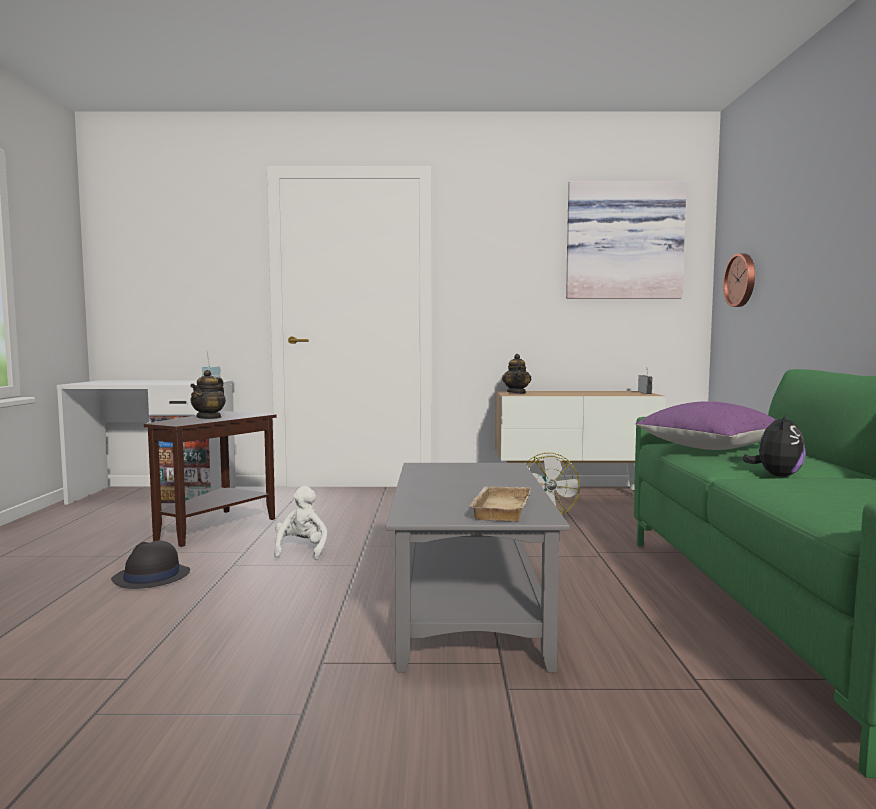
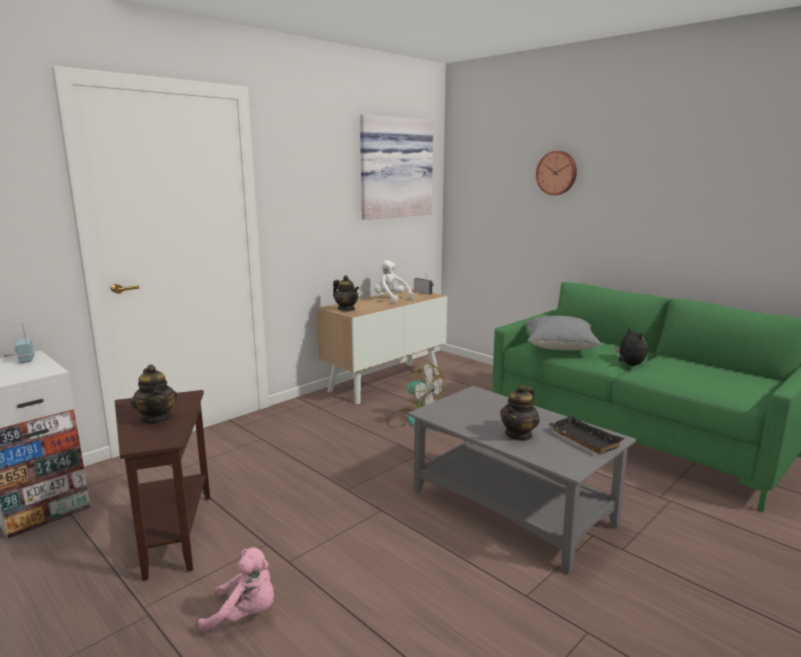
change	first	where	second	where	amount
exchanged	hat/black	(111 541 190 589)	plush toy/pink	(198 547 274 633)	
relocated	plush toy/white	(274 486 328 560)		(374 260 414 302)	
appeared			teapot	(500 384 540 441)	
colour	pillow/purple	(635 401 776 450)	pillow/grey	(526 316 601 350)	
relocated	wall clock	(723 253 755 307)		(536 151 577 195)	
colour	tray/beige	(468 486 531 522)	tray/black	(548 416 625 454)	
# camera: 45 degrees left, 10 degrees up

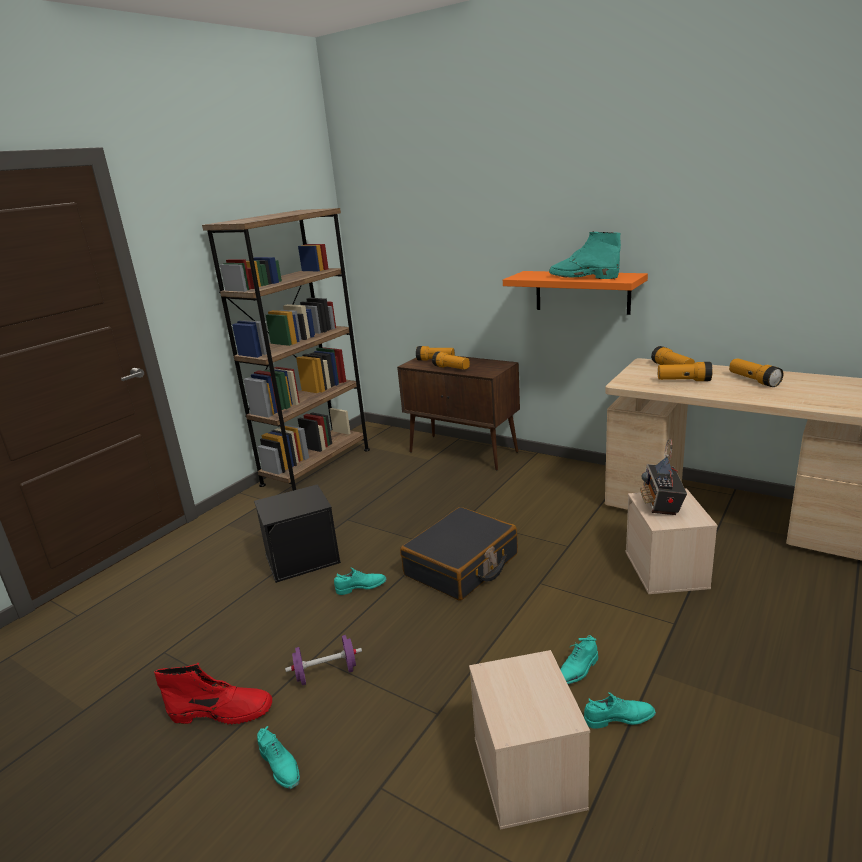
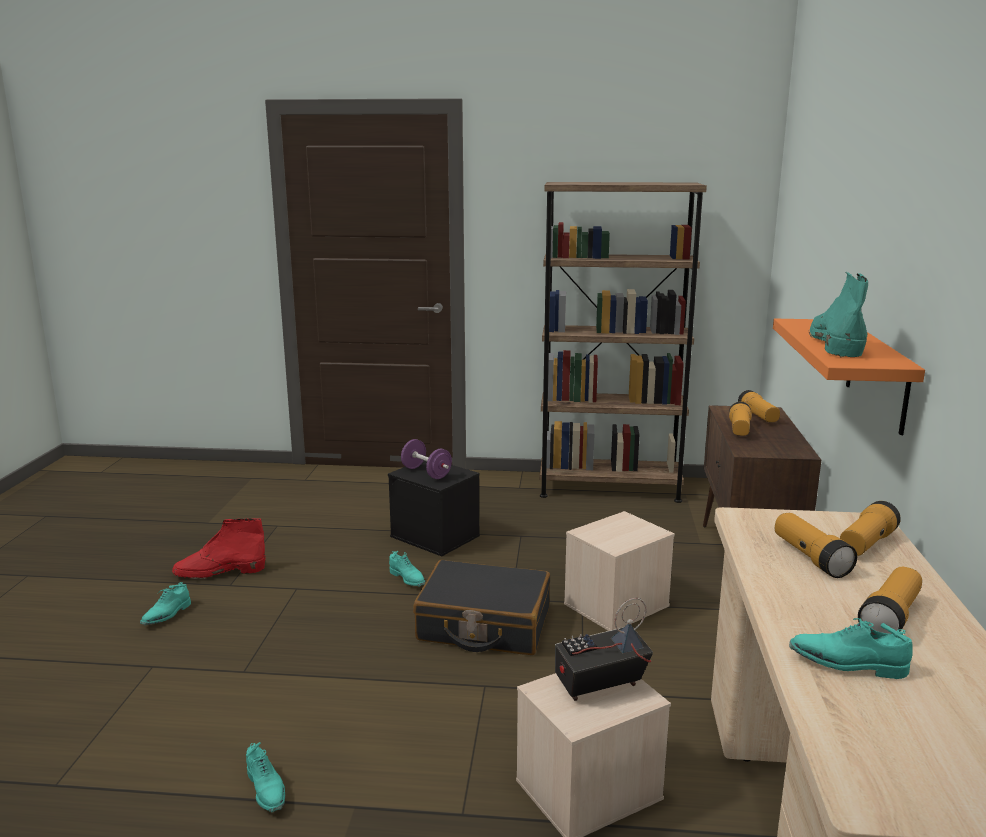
change	first	where	second	where	amount
spun	boot/red	(154 663 272 724)		(172 518 265 579)	105 degrees clockwise
relocated	dumbbell/purple	(285 635 362 685)		(401 439 452 479)	
relocated	storage box/beige	(469 650 590 830)		(564 511 675 631)	
relocated	shoe/turquoise	(560 635 598 684)		(789 618 913 679)	
# camera: 60 degrees right, 5 degrees down

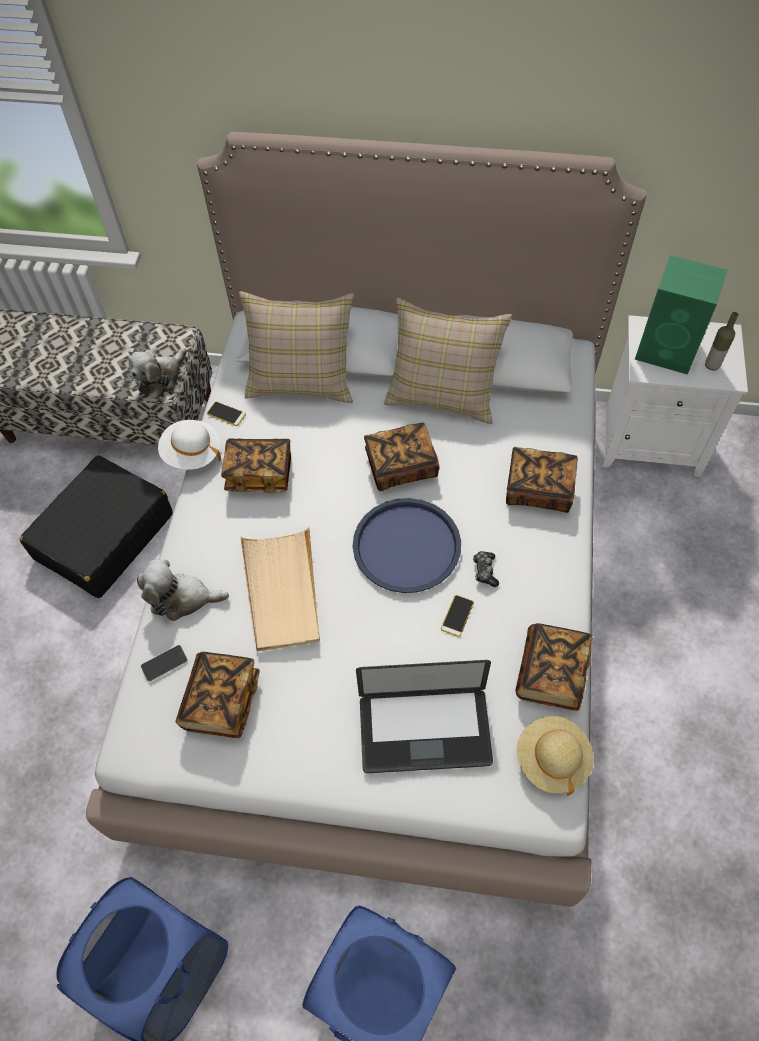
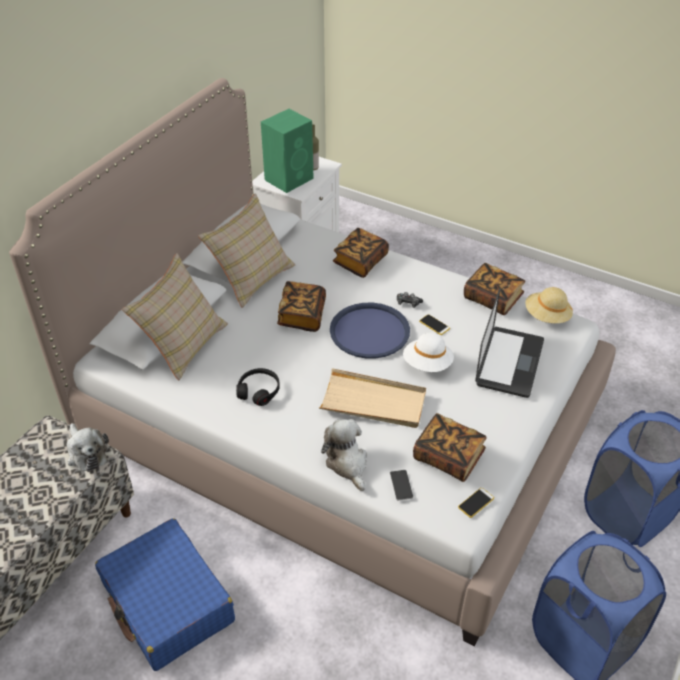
change	first	where	second	where	amount
colour	suitcase/black	(19 455 173 598)	suitcase/blue	(95 518 235 671)	
exchanged	book	(221 439 291 493)	headphones/black	(236 368 280 406)	
spun	plush toy	(137 559 229 621)		(321 419 367 491)	135 degrees clockwise
relocated	hat/white	(158 420 221 470)		(403 332 454 372)	
relocated	phone	(207 402 246 426)		(458 488 494 518)	
# camera: 70 degrees left, 15 degrees down

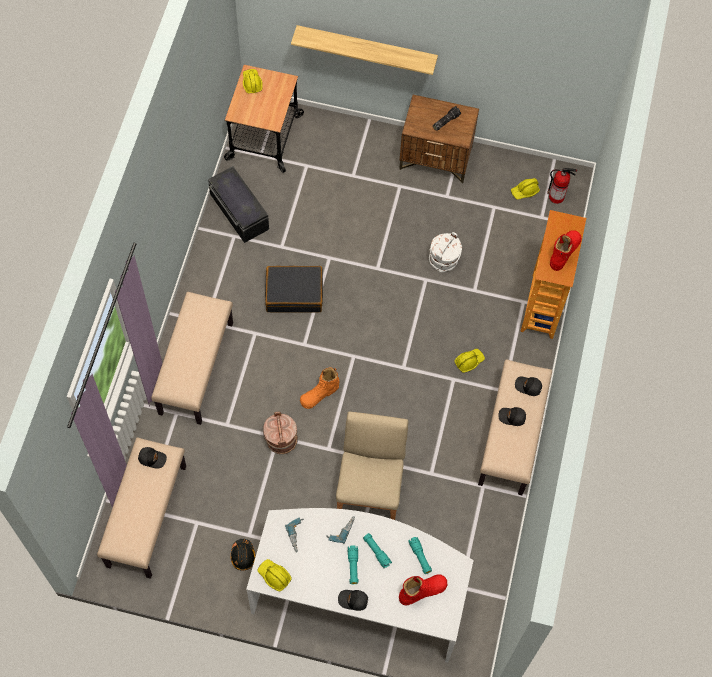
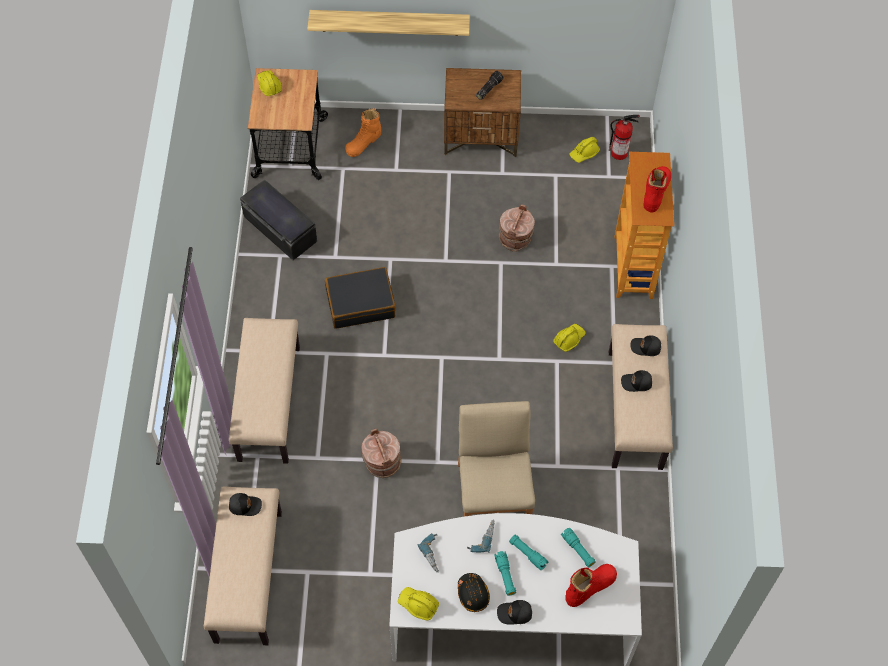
change	first	where	second	where	amount
relocated	boot/orange	(300 368 339 409)		(345 108 381 157)	
relocated	hard hat/black	(231 539 255 571)		(458 573 490 612)	
colour	bucket/white	(429 232 462 272)	bucket/brown	(499 204 535 252)	
# camera: 10 degrees left, 5 degrees down

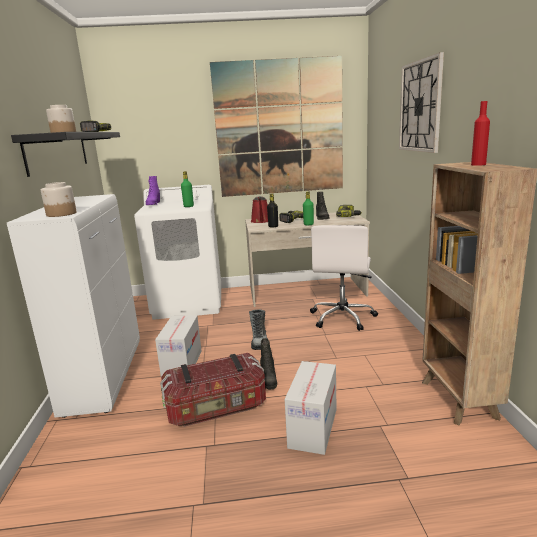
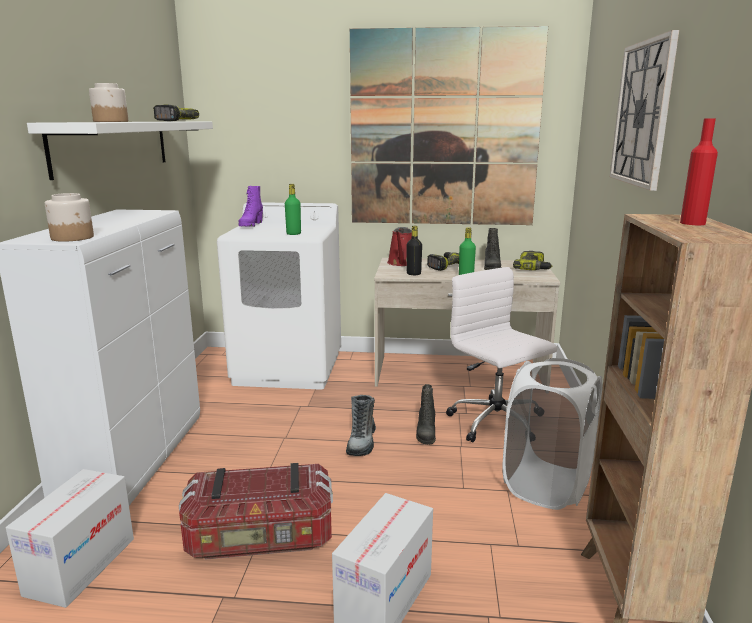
change	first	where	second	where	amount
relocated	cardboard box	(155 315 202 376)		(6 469 134 608)	
colour	shelf/black	(11 132 120 177)	shelf/white	(27 122 213 180)	
relocated	boot/black	(260 338 277 390)		(416 384 436 445)	
spun	office chair/white	(310 225 378 331)		(446 267 557 442)	120 degrees clockwise
appeared			laundry basket/white	(502 358 602 510)	
# camera: 10 degrees right, 0 degrees up

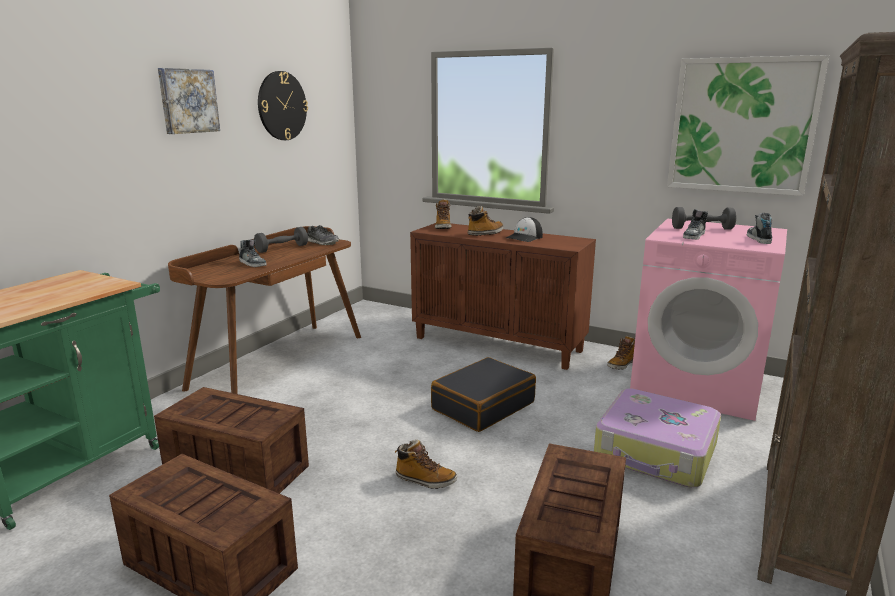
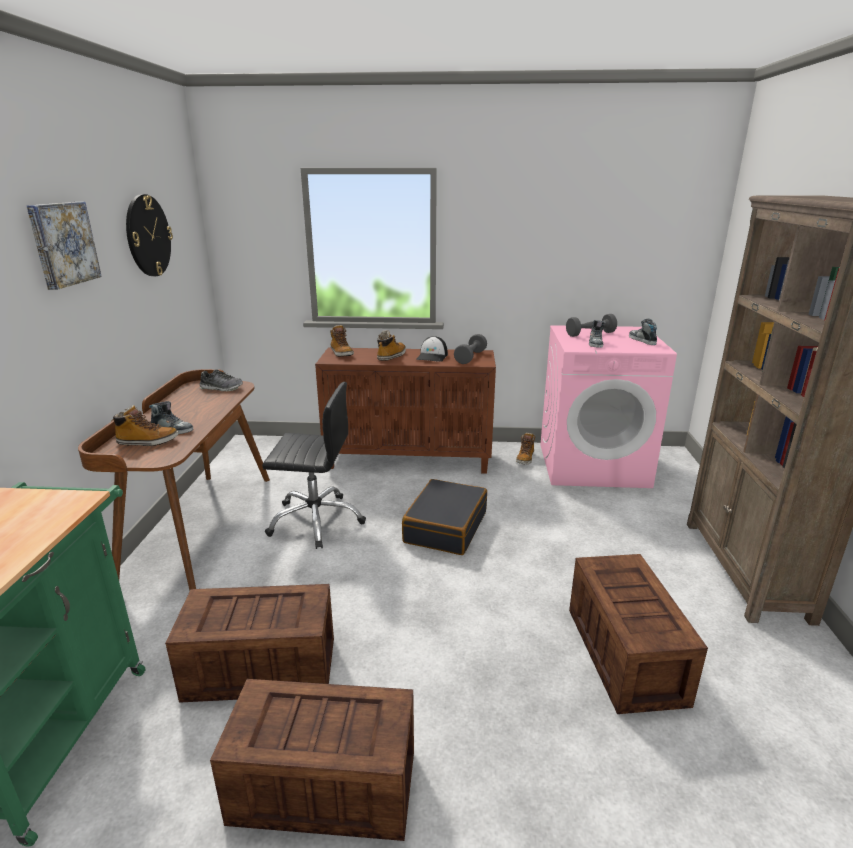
change	first	where	second	where	amount
relocated	boot	(395 440 457 489)		(111 405 179 446)	
appeared			office chair/black	(262 382 366 549)	
relocated	dumbbell/grey	(254 227 308 253)		(454 334 487 364)	
missing	suitcase	(594 388 721 487)			
missing	picture	(667 55 829 196)			
# camera: 25 degrees left, 5 degrees up

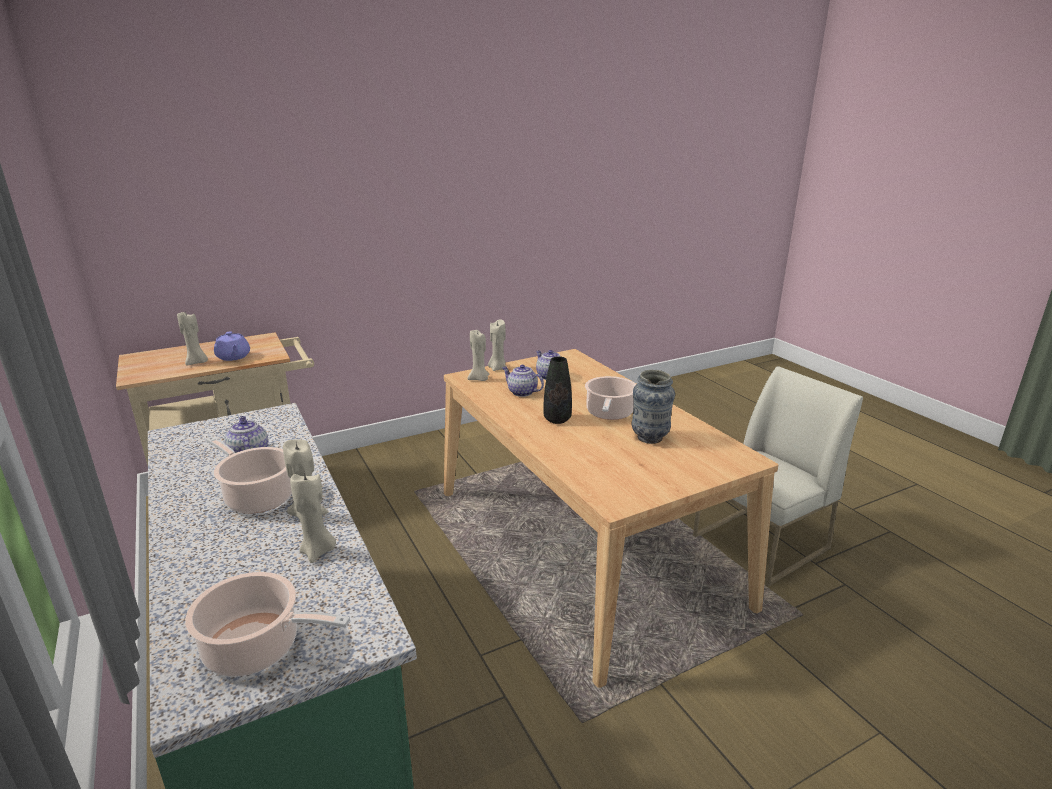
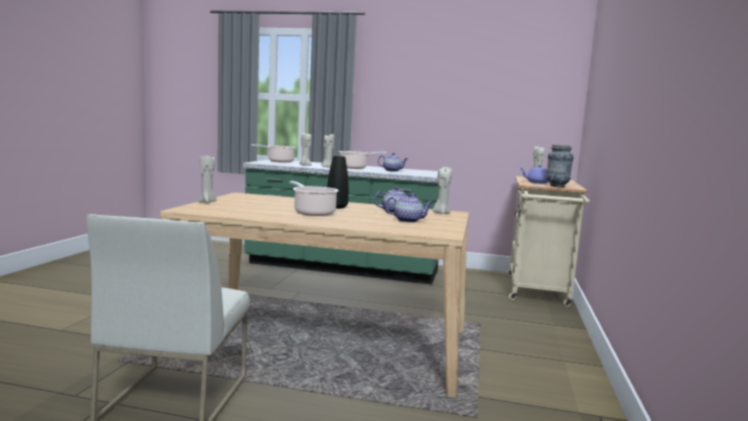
change	first	where	second	where	amount
relocated	candle/beige	(488 319 506 371)		(198 156 217 203)	
relocated	vase	(632 370 675 444)		(546 145 574 187)	
# camera: 130 degrees right, 15 degrees down

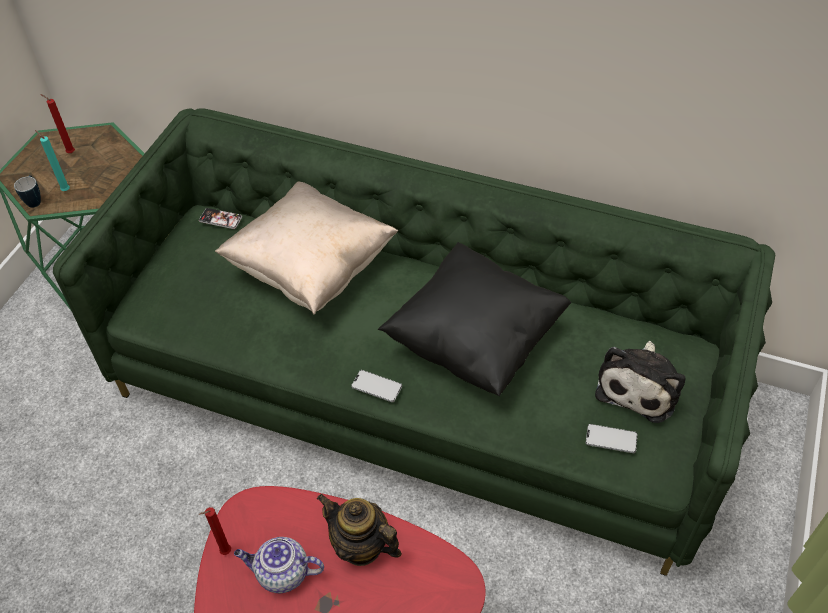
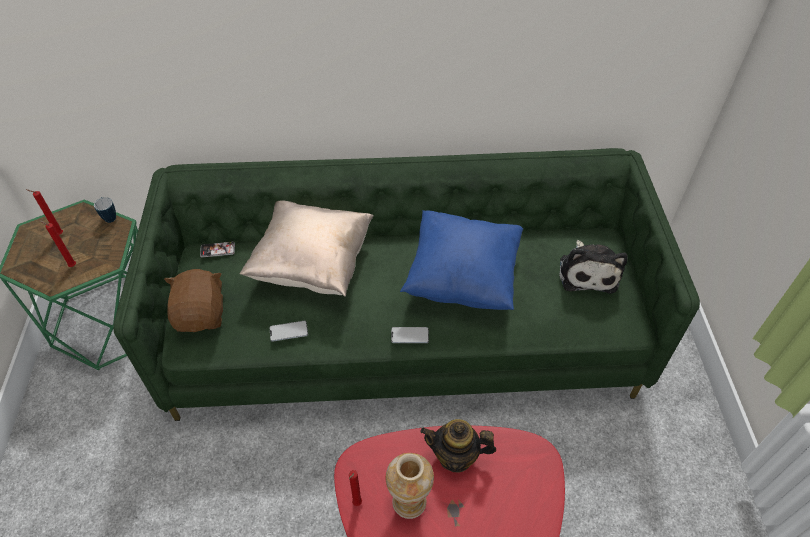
change	first	where	second	where	amount
colour	candle/turquoise	(35 130 70 191)	candle/red	(39 220 76 267)	
relocated	mug	(14 175 41 208)		(94 197 116 223)	
appeared			plush toy/brown	(164 269 223 332)	
relocated	phone	(586 424 637 453)		(269 320 308 342)	
exchanged	teapot	(234 537 324 593)	vase	(386 453 434 519)	
colour	pillow/black	(378 242 572 396)	pillow/blue	(400 210 523 310)	
# camera: 25 degrees left, 0 degrees up

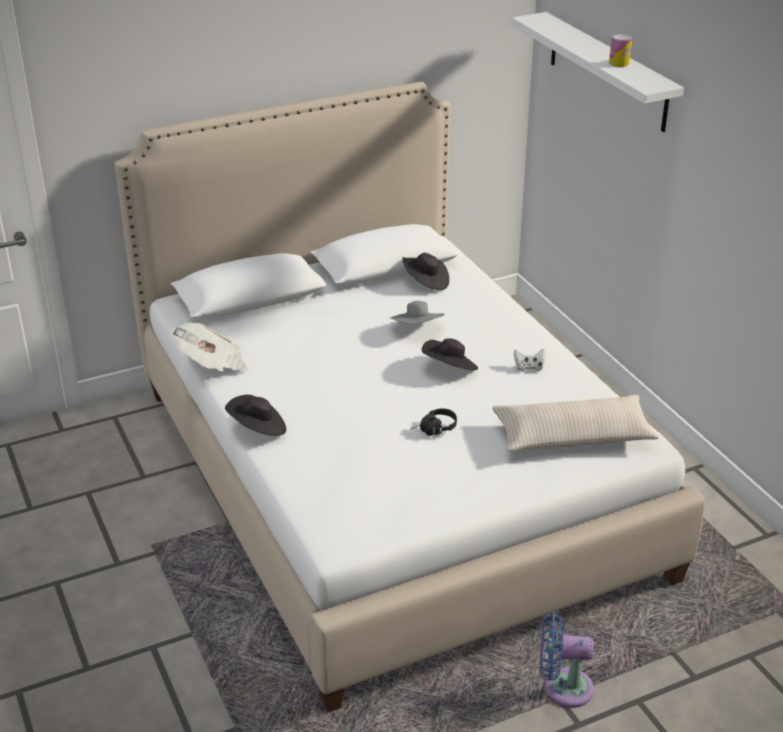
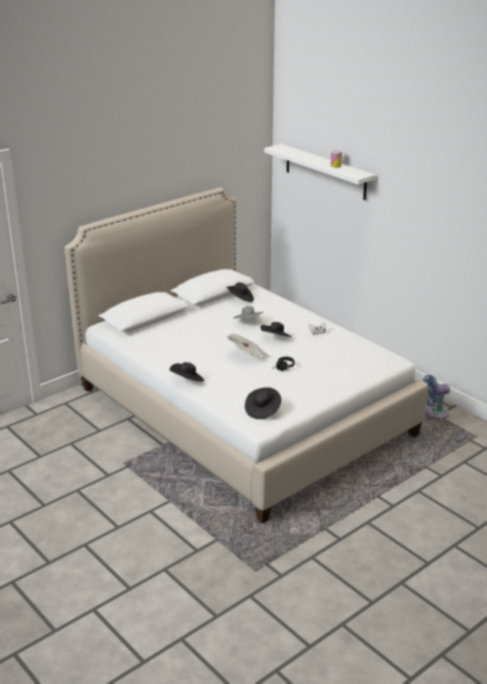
change	first	where	second	where	amount
relocated	newspaper	(171 323 247 372)		(227 334 270 357)	
appeared			hat/black	(245 387 281 419)	
relocated	fan/blue	(540 611 594 708)		(422 375 450 419)	
missing	pillow/beige	(492 395 659 452)			
# camera: 15 degrees left, 5 degrees down

